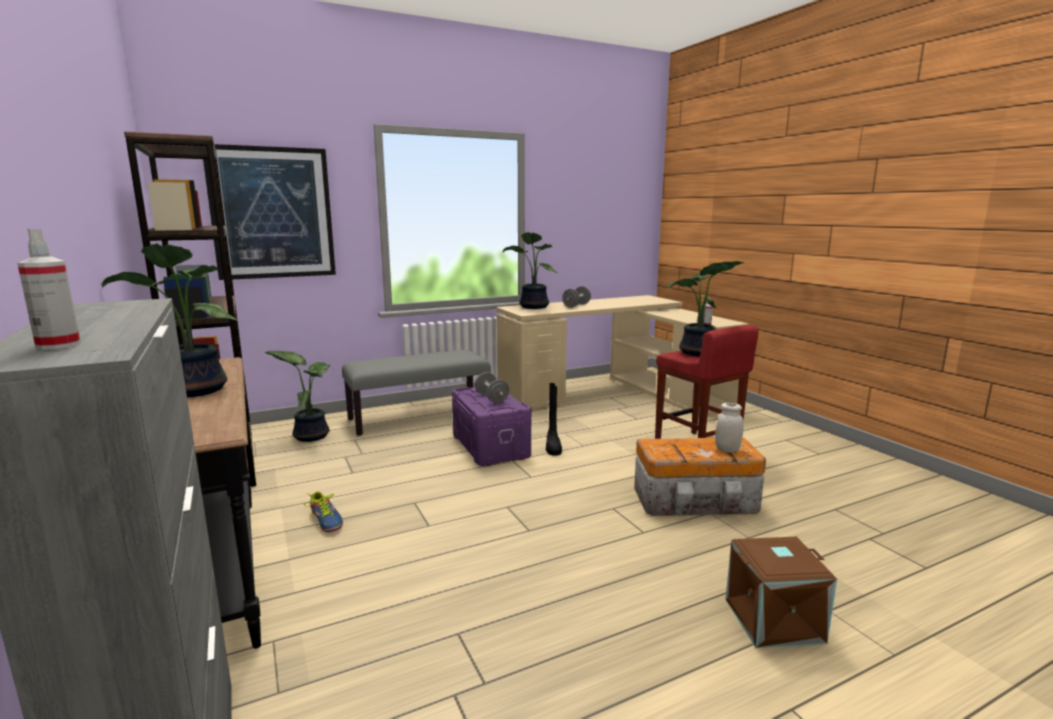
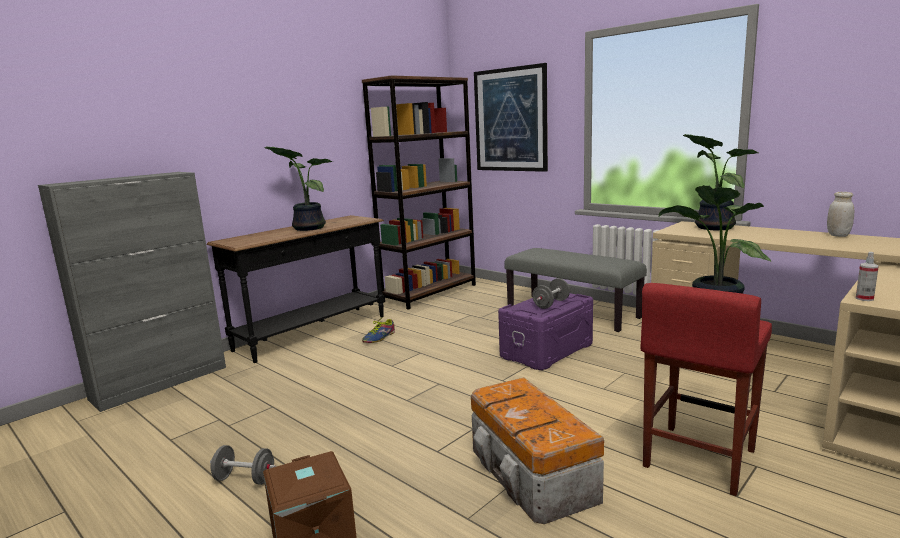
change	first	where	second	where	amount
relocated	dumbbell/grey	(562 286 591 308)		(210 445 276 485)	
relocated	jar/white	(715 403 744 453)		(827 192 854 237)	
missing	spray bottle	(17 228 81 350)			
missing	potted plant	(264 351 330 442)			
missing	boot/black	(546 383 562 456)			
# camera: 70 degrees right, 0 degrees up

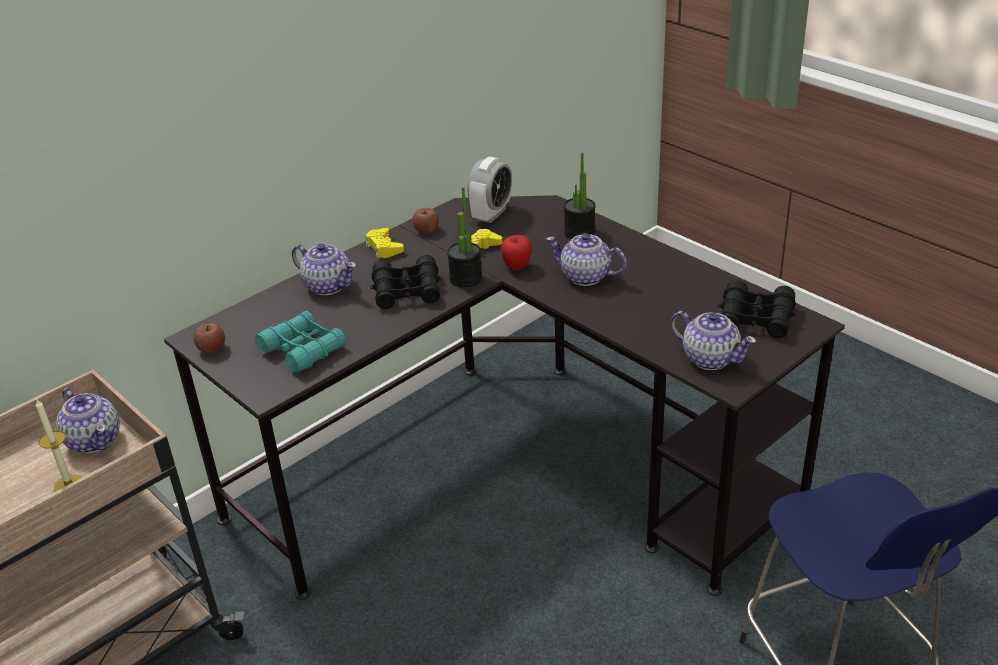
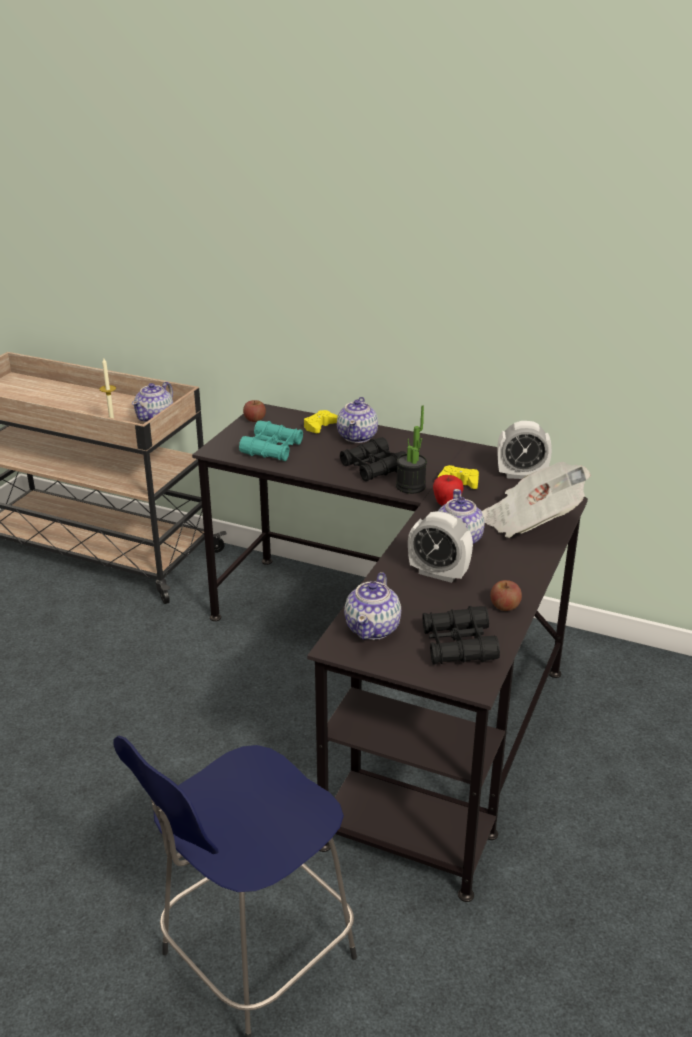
change	first	where	second	where	amount
relocated	game controller/yellow	(365 228 404 259)		(304 410 338 433)	
appeared			alarm clock	(408 511 473 583)	
exchanged	potted plant	(564 152 596 239)	newspaper	(482 462 591 538)	
relocated	apple	(412 208 439 234)		(490 580 522 611)	
# camera: 65 degrees right, 5 degrees down

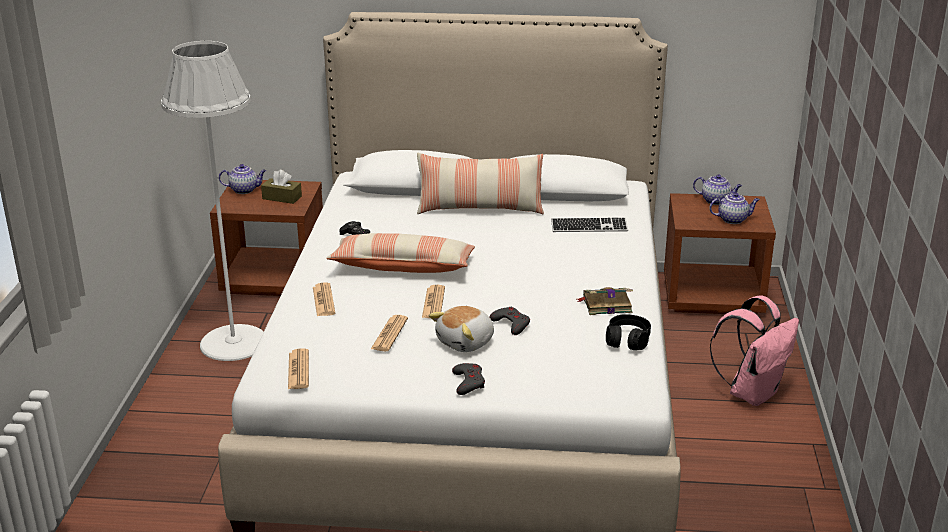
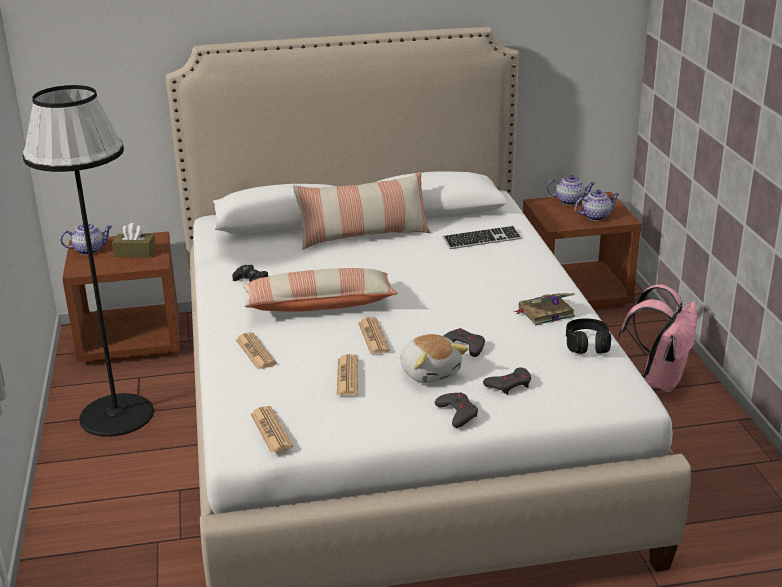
change	first	where	second	where	amount
colour	floor lamp/white	(161 41 264 361)	floor lamp/black	(23 85 154 437)	
spun	plush toy	(429 306 494 352)		(400 334 468 384)	60 degrees counterclockwise
appeared			game controller/grey	(483 367 531 395)	
# camera: 15 degrees left, 0 degrees up

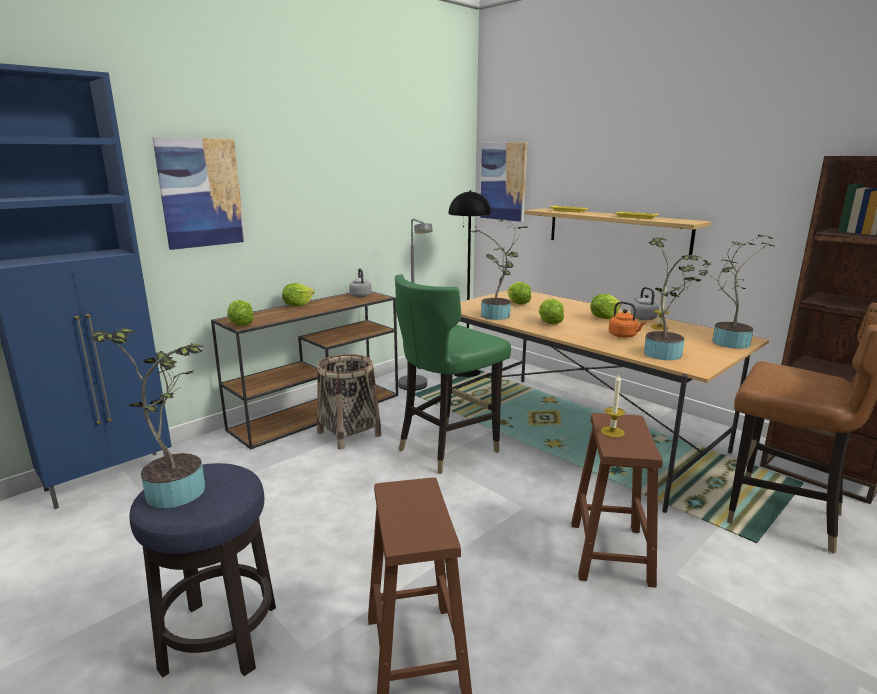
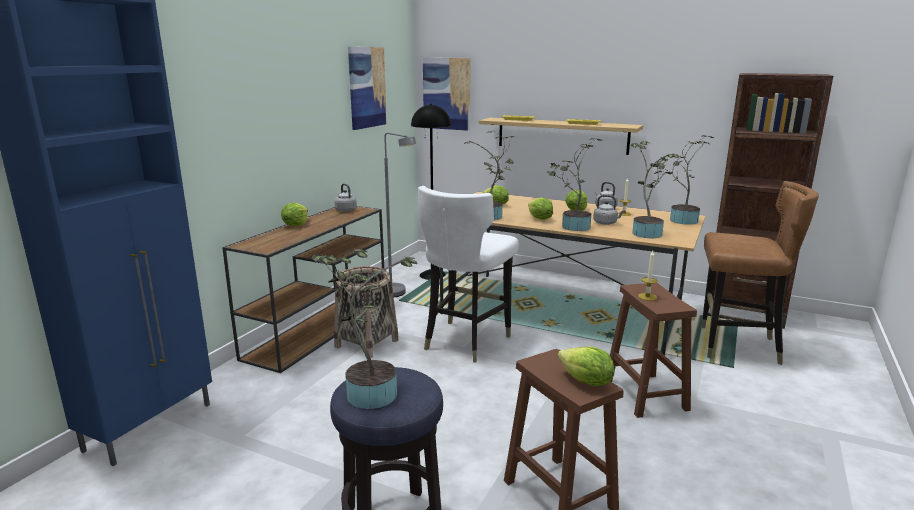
change	first	where	second	where	amount
relocated	picture	(152 137 245 250)		(348 47 387 130)	
colour	chair/green	(395 274 511 474)	chair/white	(418 186 519 363)	
appeared			potted plant	(547 138 601 231)	
relocated	lettuce	(227 300 254 326)		(558 346 614 386)	
colour	kettle/orange	(609 301 646 338)	kettle/grey	(593 195 625 225)	
# camera: 20 degrees left, 0 degrees up

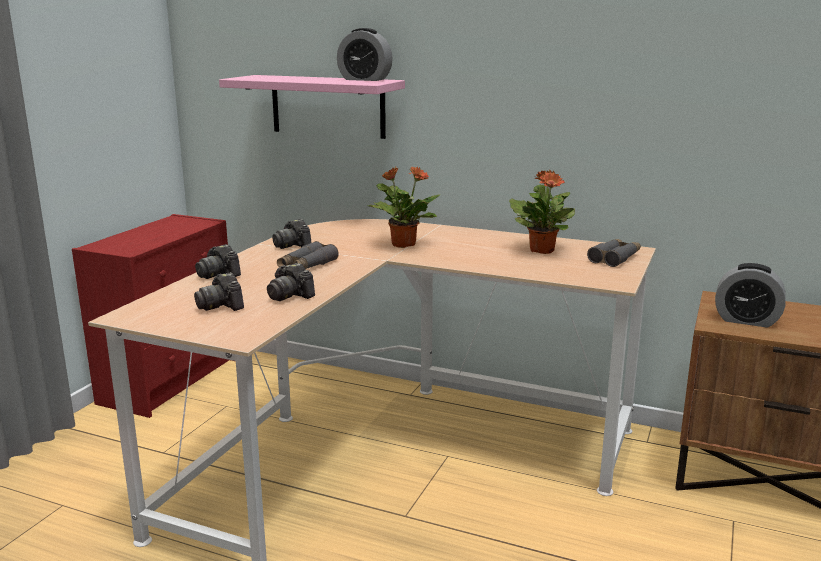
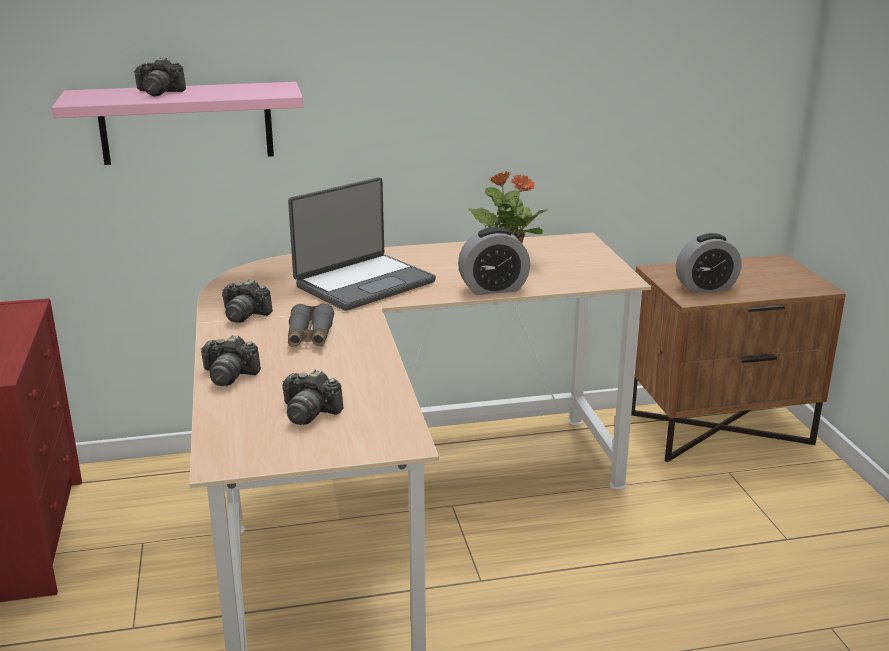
change	first	where	second	where	amount
relocated	photo camera	(267 263 315 301)		(134 58 186 96)	
exchanged	potted plant	(367 166 441 248)	laptop	(288 177 436 311)	
relocated	alarm clock	(337 28 393 81)		(458 227 530 295)	
missing	binoculars/grey	(587 239 641 267)			
# camera: 35 degrees left, 5 degrees up

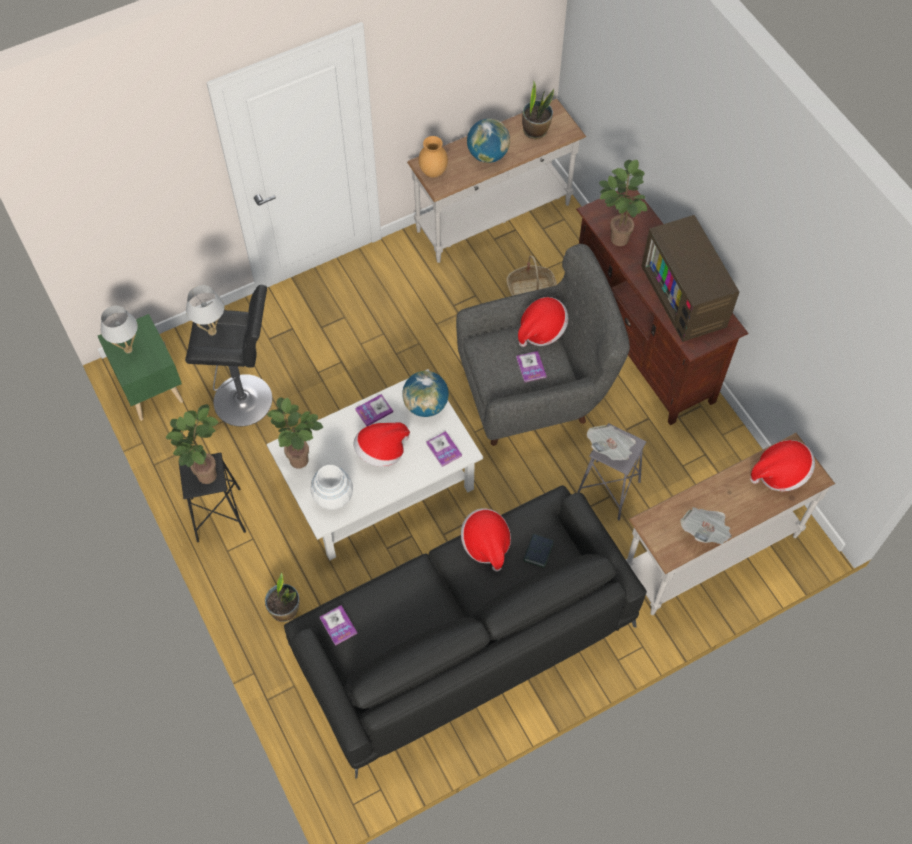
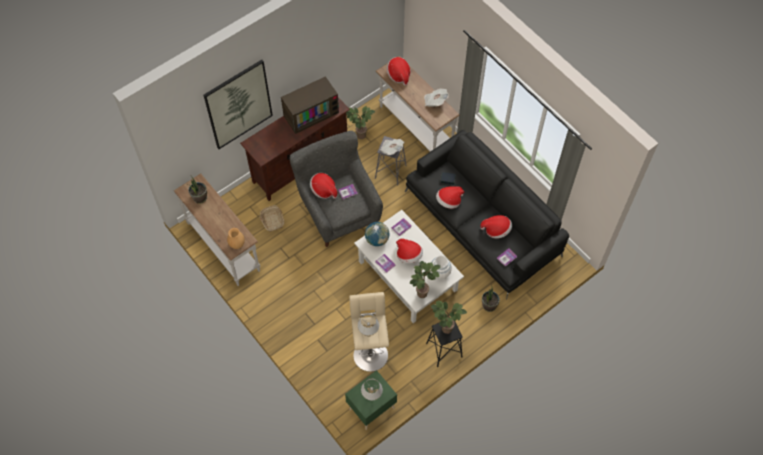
change	first	where	second	where	amount
appeared			picture	(204 60 273 149)	
relocated	potted plant	(599 160 647 246)		(346 106 375 139)	
colour	stool/black	(185 285 272 426)	stool/beige	(349 292 389 372)	
appeared			hat	(480 215 512 239)	
missing	globe	(467 119 510 163)			
# camera: 100 degrees left, 0 degrees up

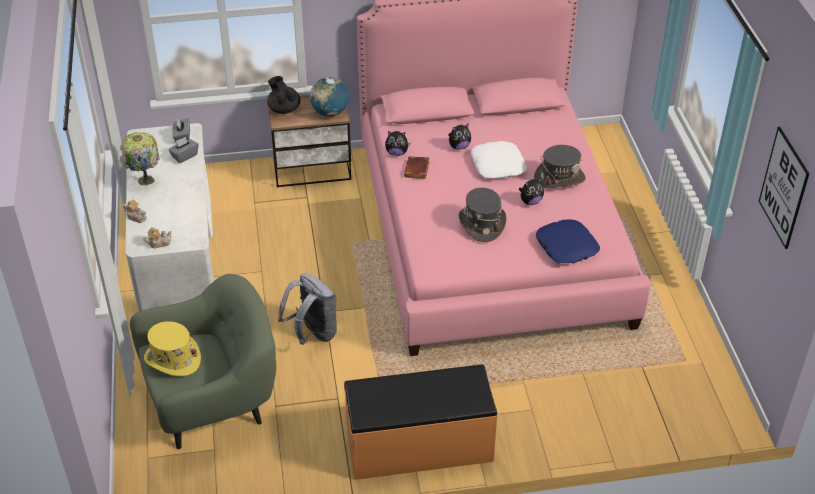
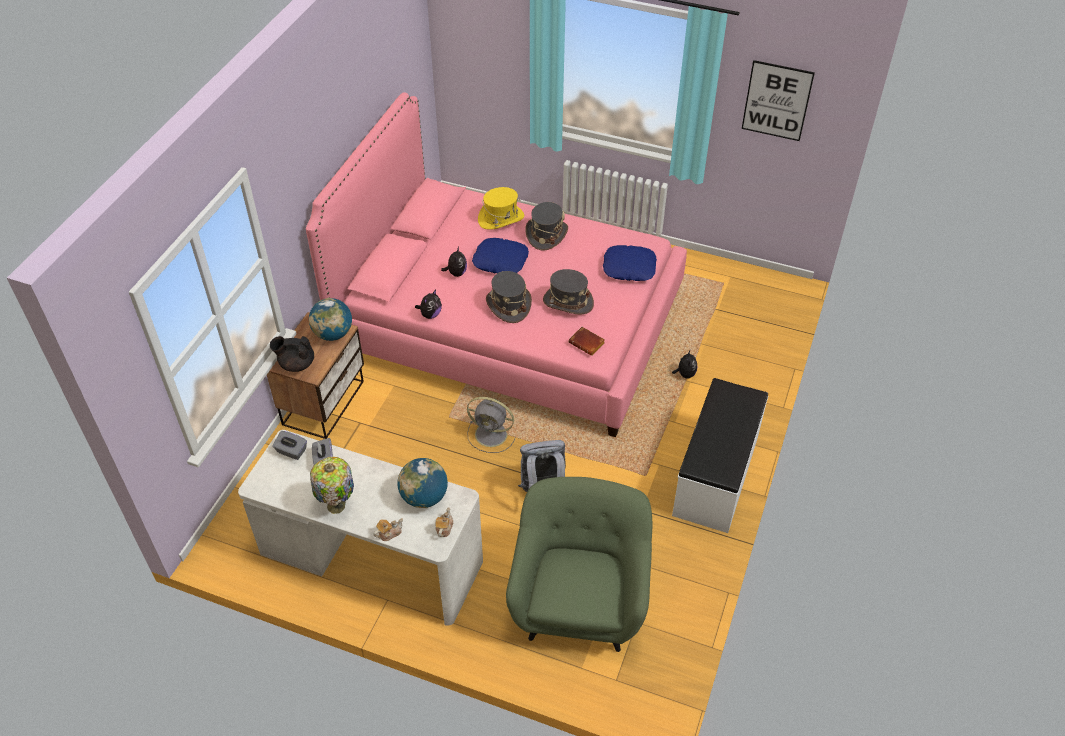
change	first	where	second	where	amount
appeared			globe	(397 458 448 508)	
appeared			fan/grey	(467 397 516 453)	
colour	pillow/white	(471 141 527 179)	pillow/blue	(472 238 529 274)	
relocated	hat/yellow	(144 321 201 376)		(478 187 524 230)	
appeared			hat/grey	(486 271 532 323)	
relocated	book/brown	(404 156 430 179)		(568 327 605 356)	
relocated	plush toy	(519 178 544 205)		(672 350 697 379)	
colour	bench/orange	(344 365 498 480)	bench/white	(672 378 768 533)	
# camera: 60 degrees left, 5 degrees up

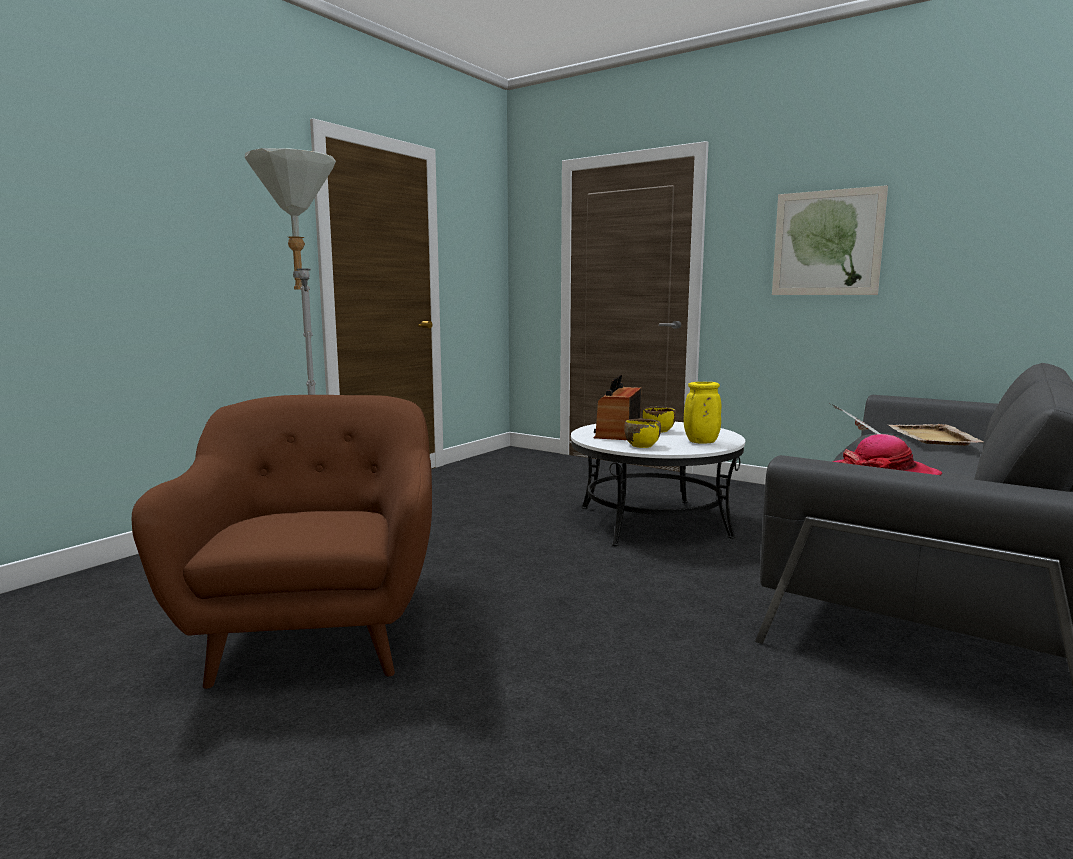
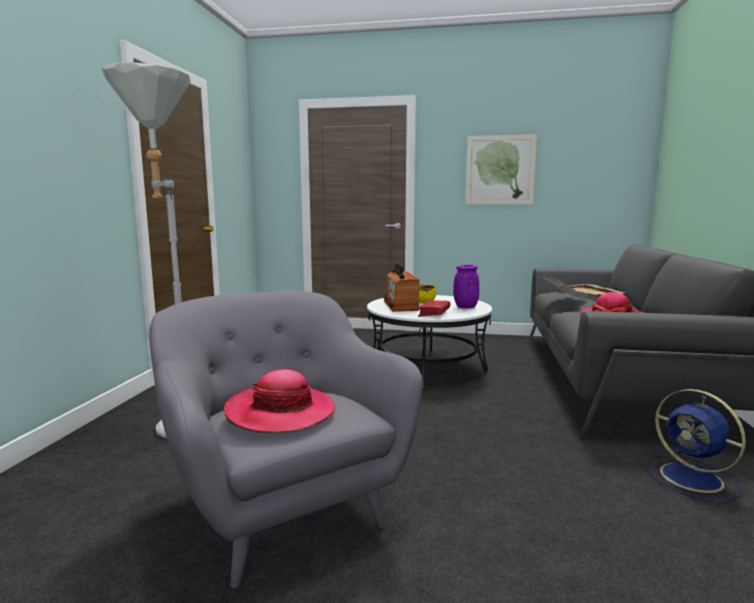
change	first	where	second	where	amount
colour	armchair/brown	(132 395 432 689)	armchair/grey	(149 290 423 588)	
appeared			hat	(224 369 335 433)	
exchanged	bowl/yellow	(624 418 661 448)	book/red	(417 300 450 317)	
colour	vase/yellow	(684 382 721 444)	vase/purple	(453 265 479 309)	
appeared			fan/blue	(646 389 746 502)	
# camera: 25 degrees left, 0 degrees up

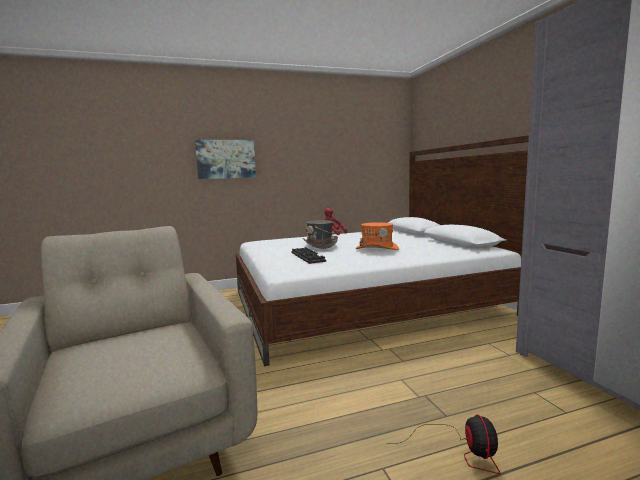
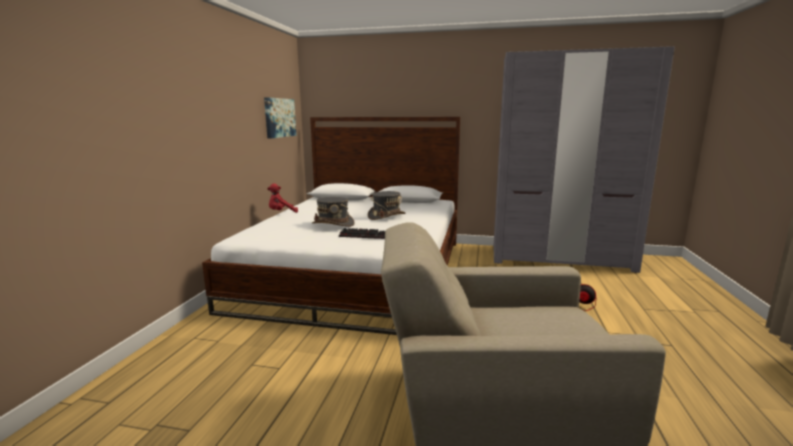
change	first	where	second	where	amount
relocated	picture	(195 140 256 179)		(264 97 296 139)	
colour	hat/orange	(356 222 399 250)	hat/grey	(368 191 405 220)	
# camera: 60 degrees left, 5 degrees up

